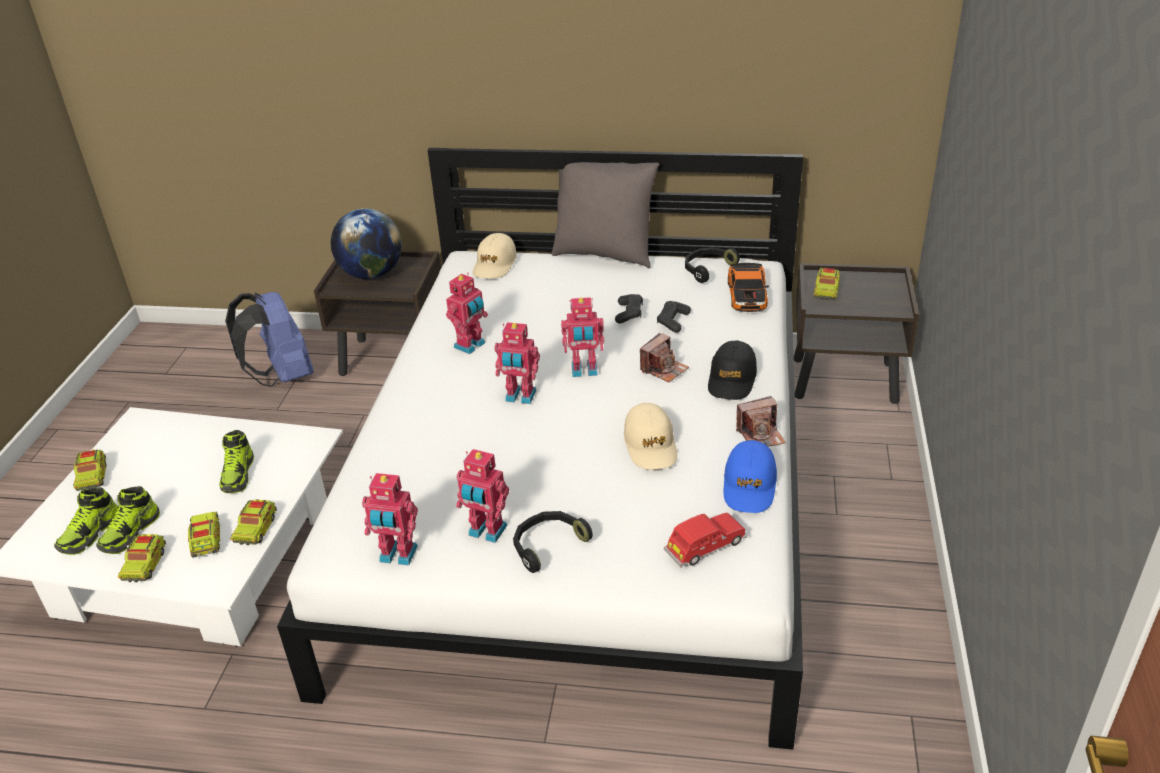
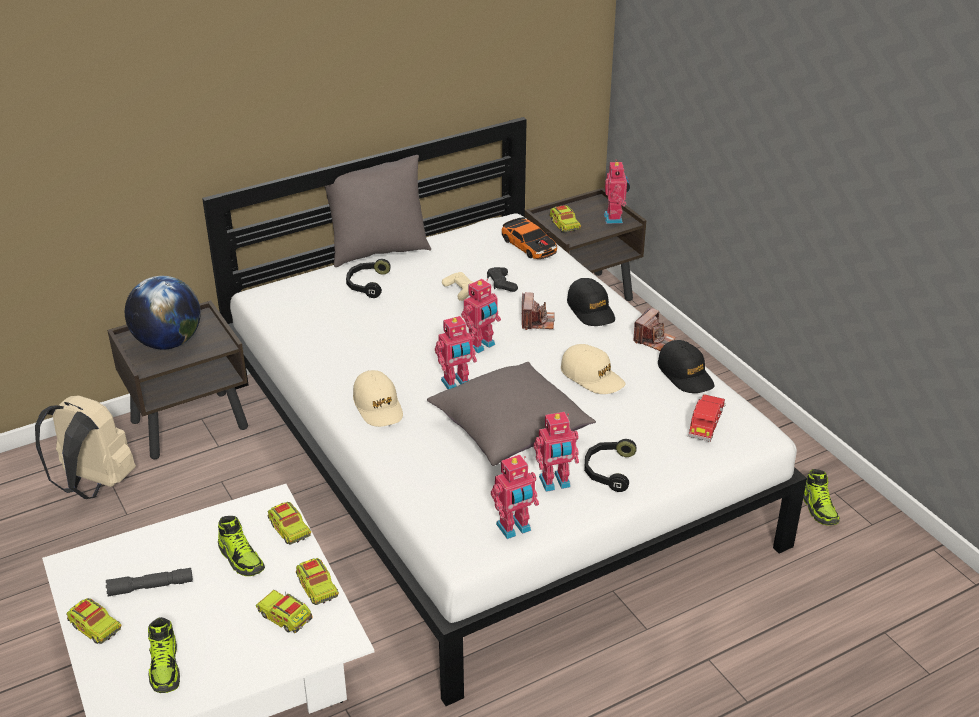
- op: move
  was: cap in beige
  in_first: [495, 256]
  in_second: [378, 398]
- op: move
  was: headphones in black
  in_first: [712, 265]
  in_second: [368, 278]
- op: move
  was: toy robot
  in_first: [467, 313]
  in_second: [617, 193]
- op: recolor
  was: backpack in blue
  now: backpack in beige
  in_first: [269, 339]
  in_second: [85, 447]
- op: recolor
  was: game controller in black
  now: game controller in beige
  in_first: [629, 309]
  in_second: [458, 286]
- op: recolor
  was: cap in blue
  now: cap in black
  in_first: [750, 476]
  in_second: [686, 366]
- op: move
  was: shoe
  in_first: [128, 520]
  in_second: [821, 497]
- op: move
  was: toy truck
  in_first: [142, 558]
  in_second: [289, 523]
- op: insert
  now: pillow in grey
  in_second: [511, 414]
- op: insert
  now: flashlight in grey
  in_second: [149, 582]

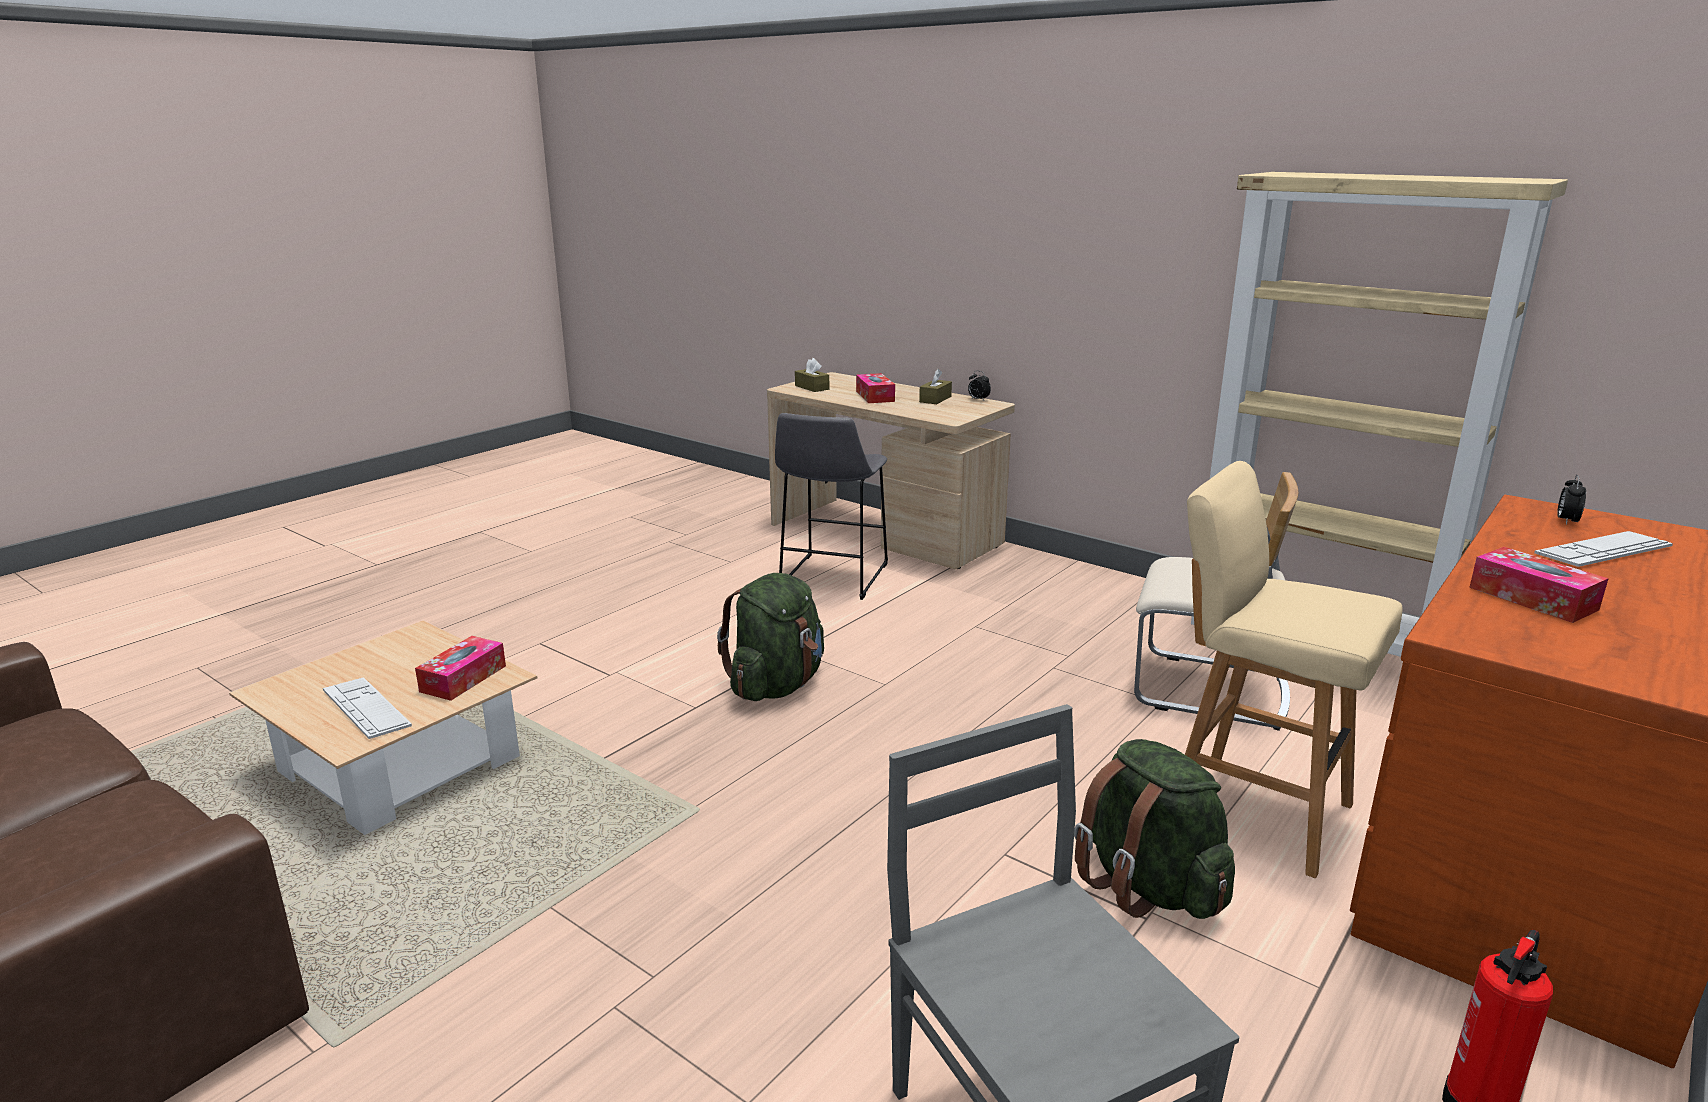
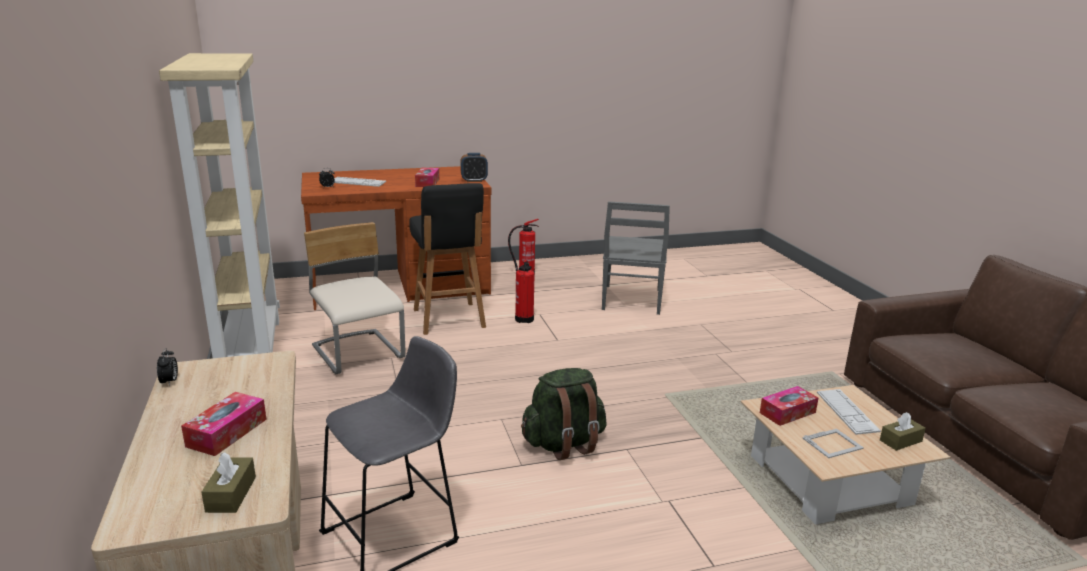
- op: move
  was: tissue box in brown
  in_first: [935, 386]
  in_second: [903, 431]
- op: recolor
  was: stool in beige
  now: stool in black
  in_first: [1293, 669]
  in_second: [447, 259]
- op: replace
  was: backpack in green
  now: fire extinguisher
  in_first: [1154, 829]
  in_second: [525, 291]
- op: insert
  now: alarm clock
  in_second: [474, 167]
- op: insert
  now: picture frame
  in_second: [833, 443]

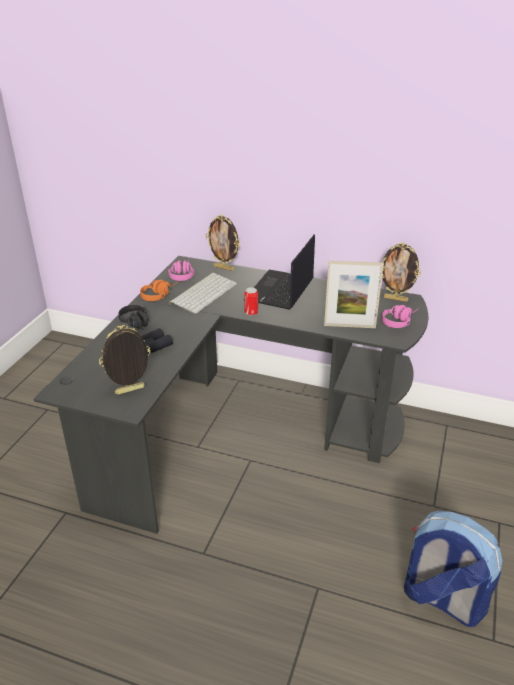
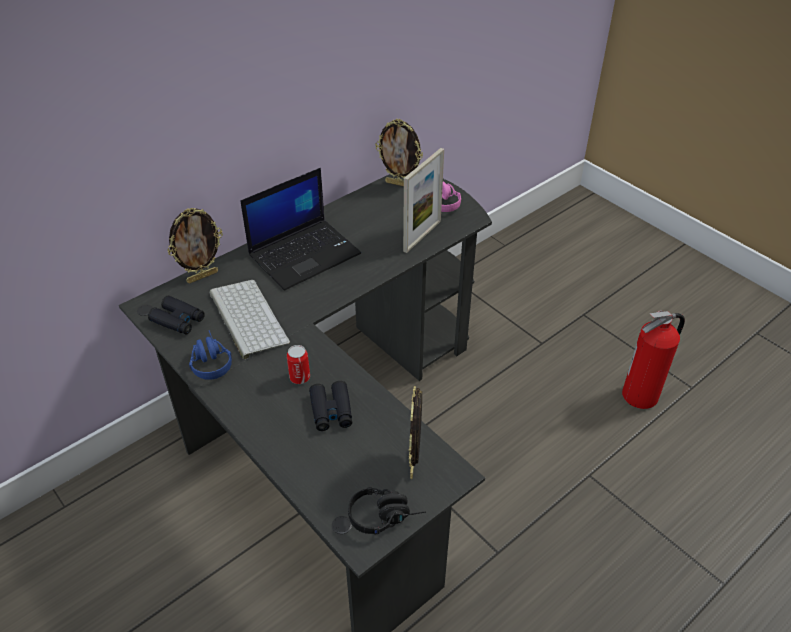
- op: rotate
  was: laptop
  in_first: [284, 272]
  in_second: [300, 229]
  clockwise: -90
- op: rotate
  was: picture frame
  in_first: [401, 272]
  in_second: [399, 152]
  clockwise: 60
- op: replace
  was: headphones in pink
  now: binoculars in black
  in_first: [181, 270]
  in_second: [176, 315]
- op: recolor
  was: headphones in orange
  now: headphones in blue
  in_first: [158, 290]
  in_second: [210, 355]
- op: move
  was: can
  in_first: [251, 301]
  in_second: [298, 364]
- op: move
  was: headphones in black
  in_first: [134, 317]
  in_second: [387, 511]
- op: replace
  was: backpack
  now: fire extinguisher
  in_first: [453, 569]
  in_second: [653, 359]

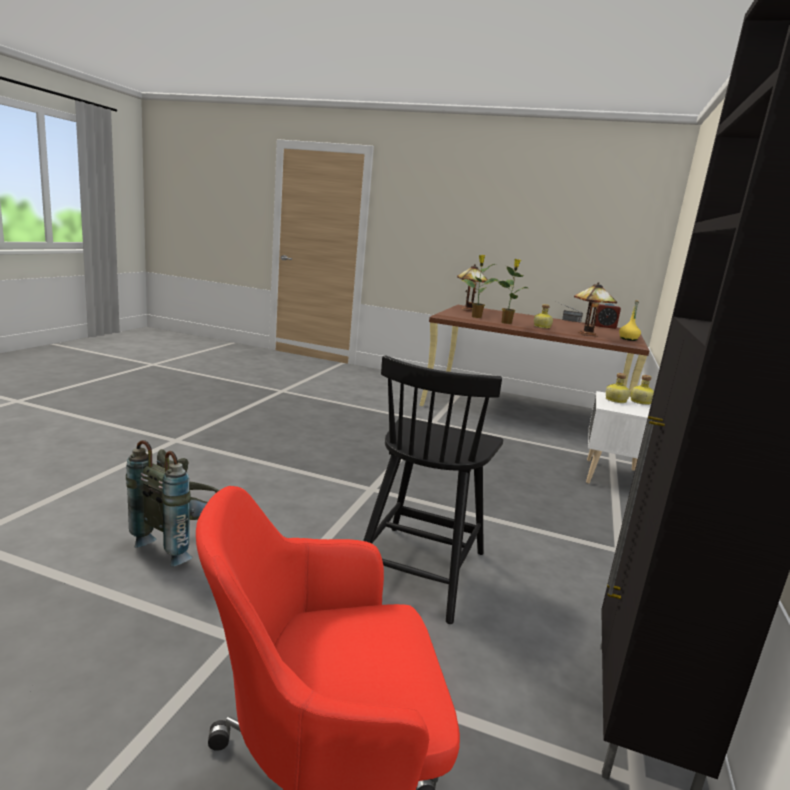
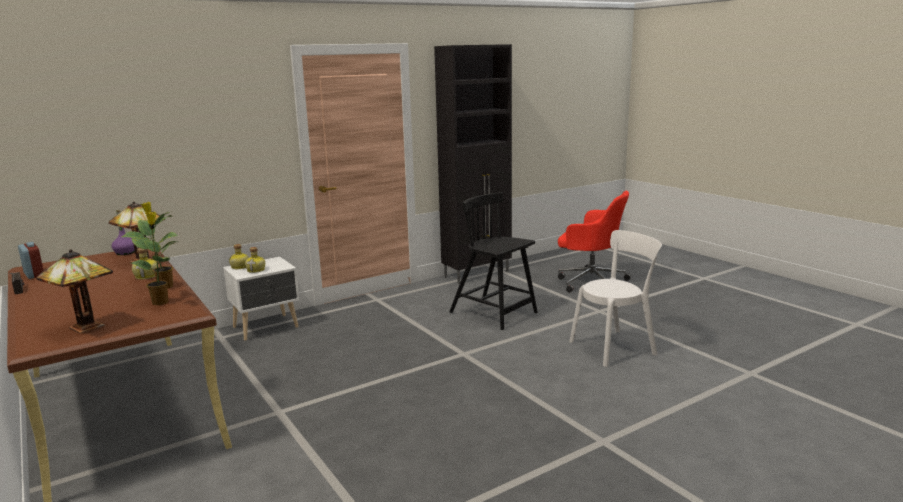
- op: recolor
  was: bottle in yellow
  now: bottle in purple
  in_first: [630, 320]
  in_second: [123, 232]
- op: rotate
  was: chair in black
  in_first: [433, 490]
  in_second: [493, 261]
  clockwise: -105
- op: replace
  was: backpack in grey
  now: chair in white
  in_first: [172, 503]
  in_second: [615, 298]

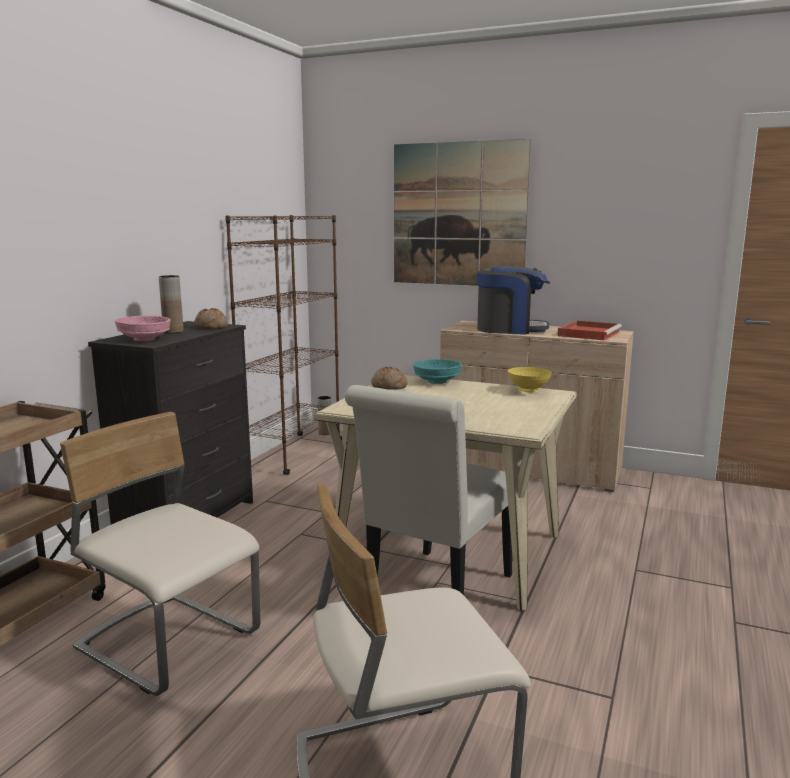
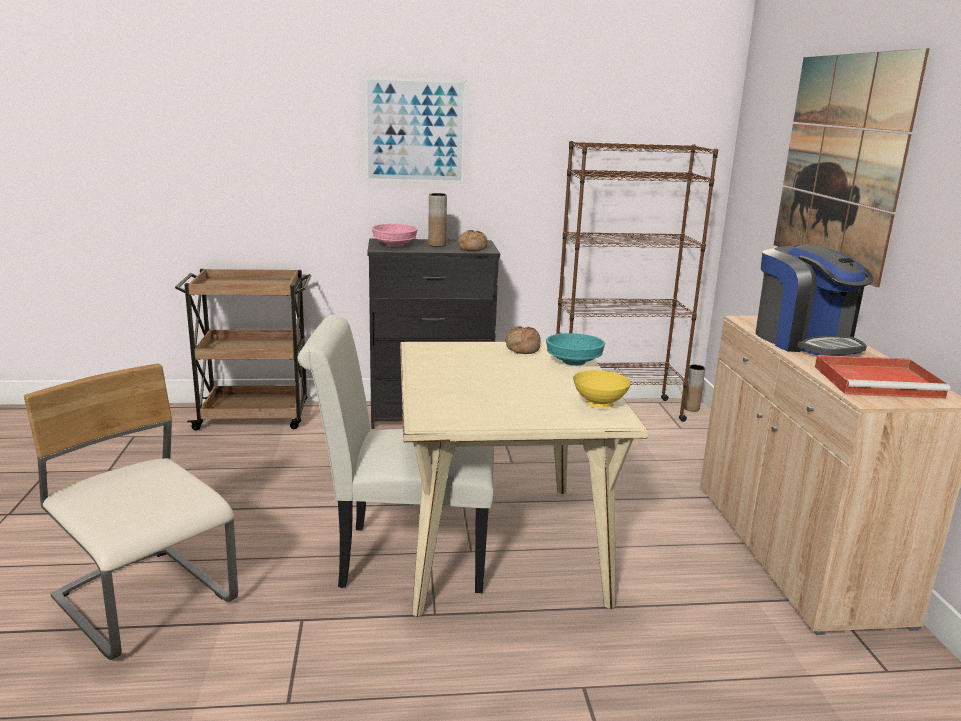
- op: delete
  was: chair in beige
  in_first: [160, 554]
- op: insert
  now: picture
  in_second: [415, 130]

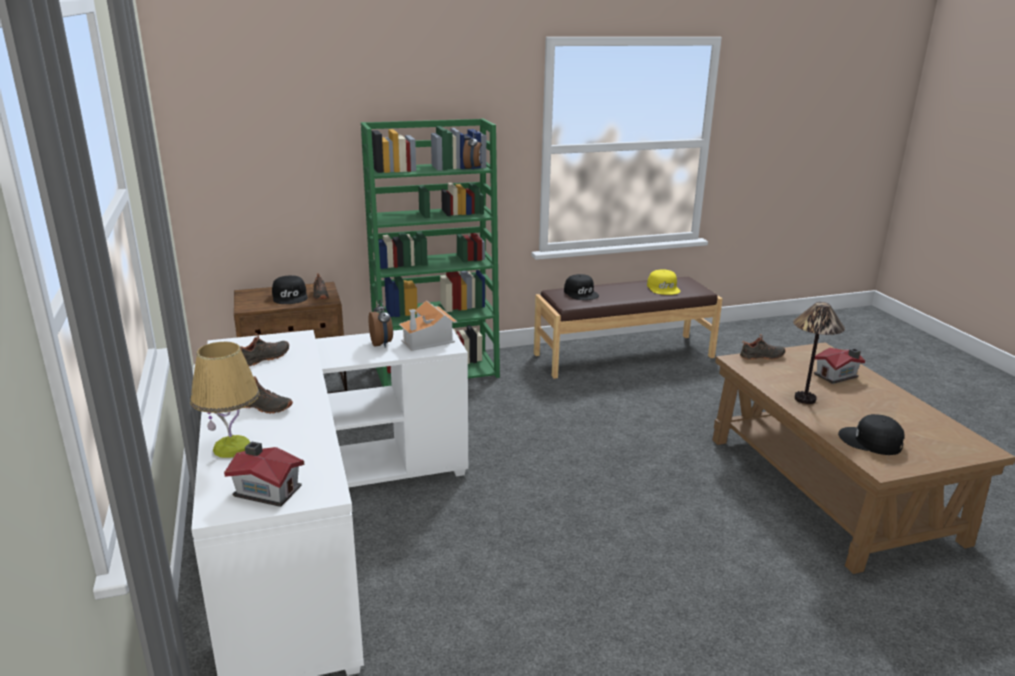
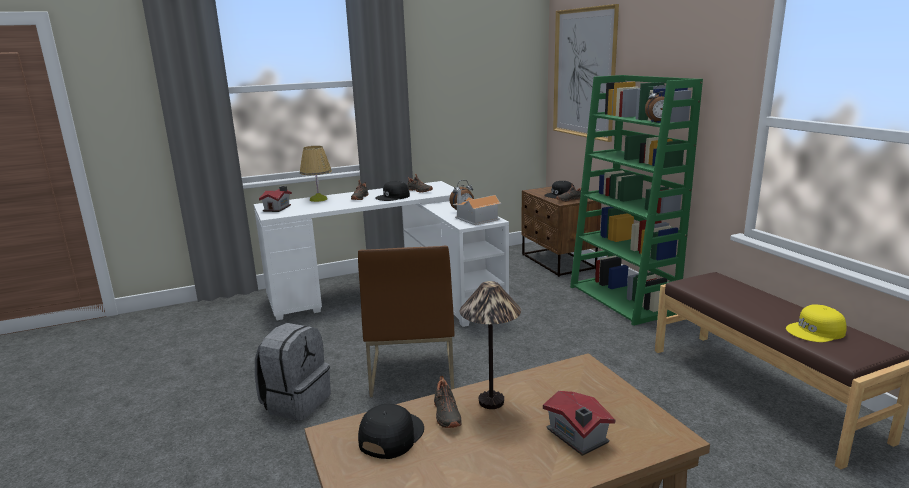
- op: move
  was: cap in black
  in_first: [581, 287]
  in_second: [392, 191]
- op: move
  was: shoe in black
  in_first: [763, 347]
  in_second: [448, 402]
- op: insert
  now: picture
  in_second: [586, 73]
- op: insert
  now: chair in brown
  in_second: [406, 321]
- op: insert
  now: backpack in grey
  in_second: [293, 372]

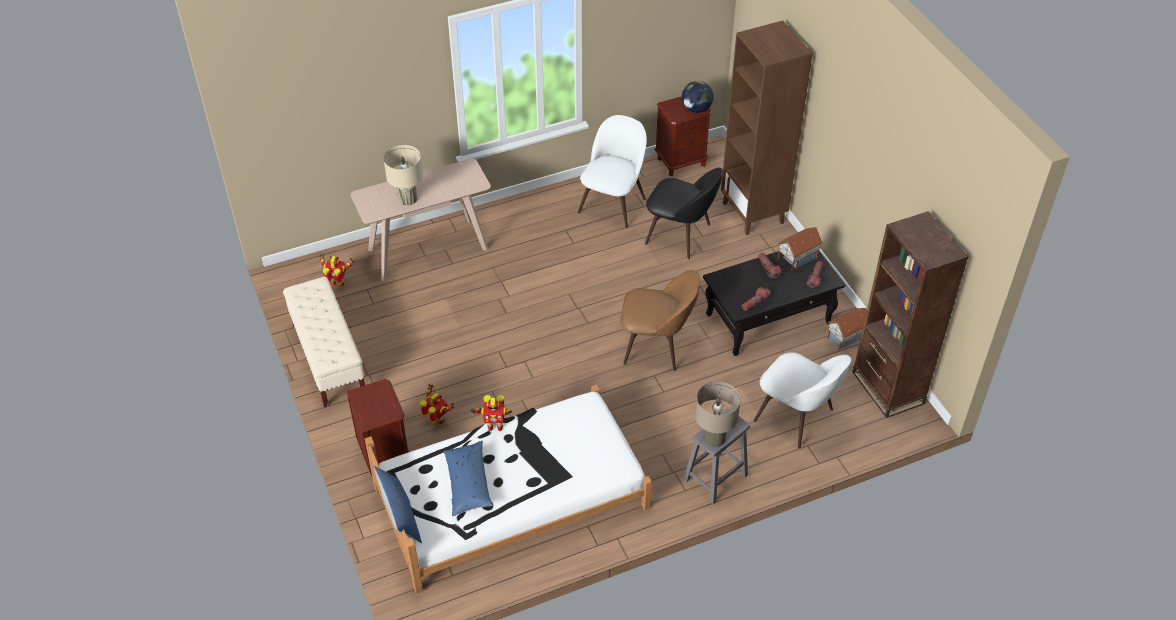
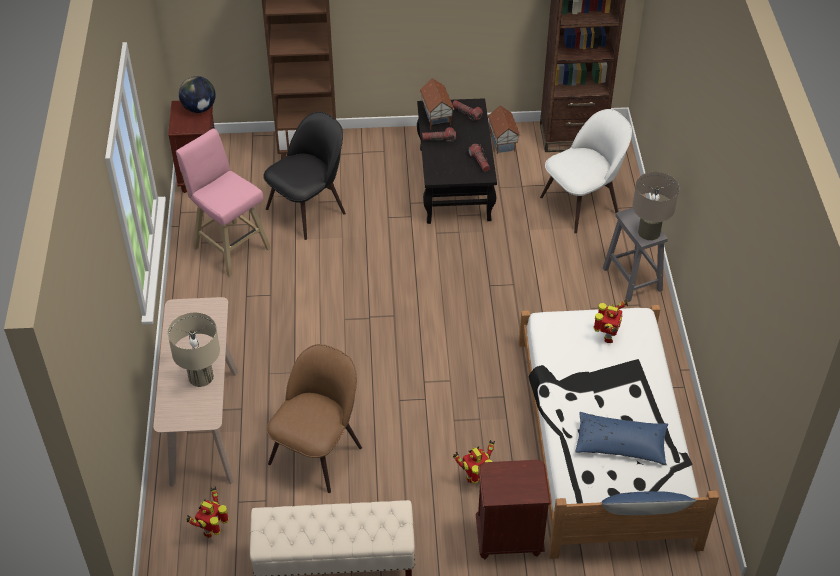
- op: replace
  was: chair in white
  now: stool in pink
  in_first: [612, 171]
  in_second: [223, 203]
- op: move
  was: chair in brown
  in_first: [660, 320]
  in_second: [314, 418]
- op: move
  was: toy robot
  in_first: [491, 413]
  in_second: [611, 321]

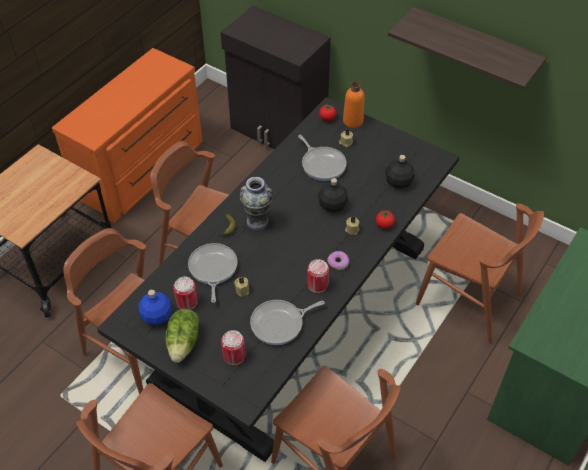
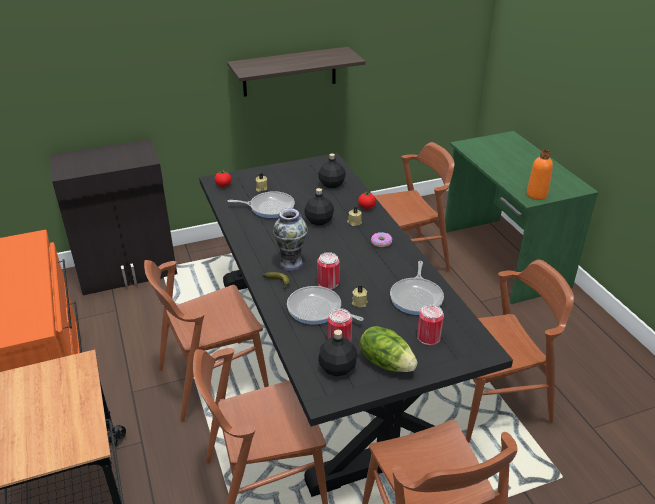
- op: move
  was: bottle in orange
  in_first: [353, 105]
  in_second: [539, 175]
- op: move
  was: can
  in_first: [318, 276]
  in_second: [328, 270]
- op: recolor
  was: bottle in blue
  now: bottle in black
  in_first: [155, 307]
  in_second: [337, 353]

